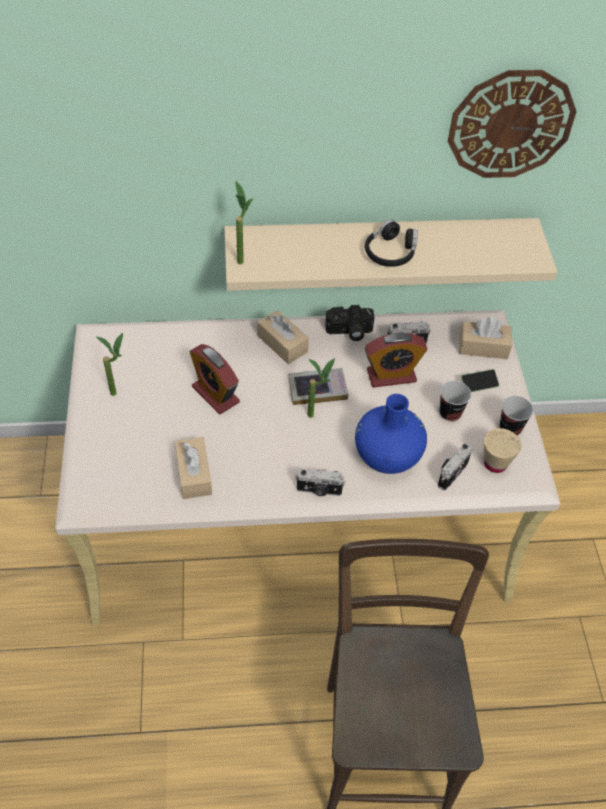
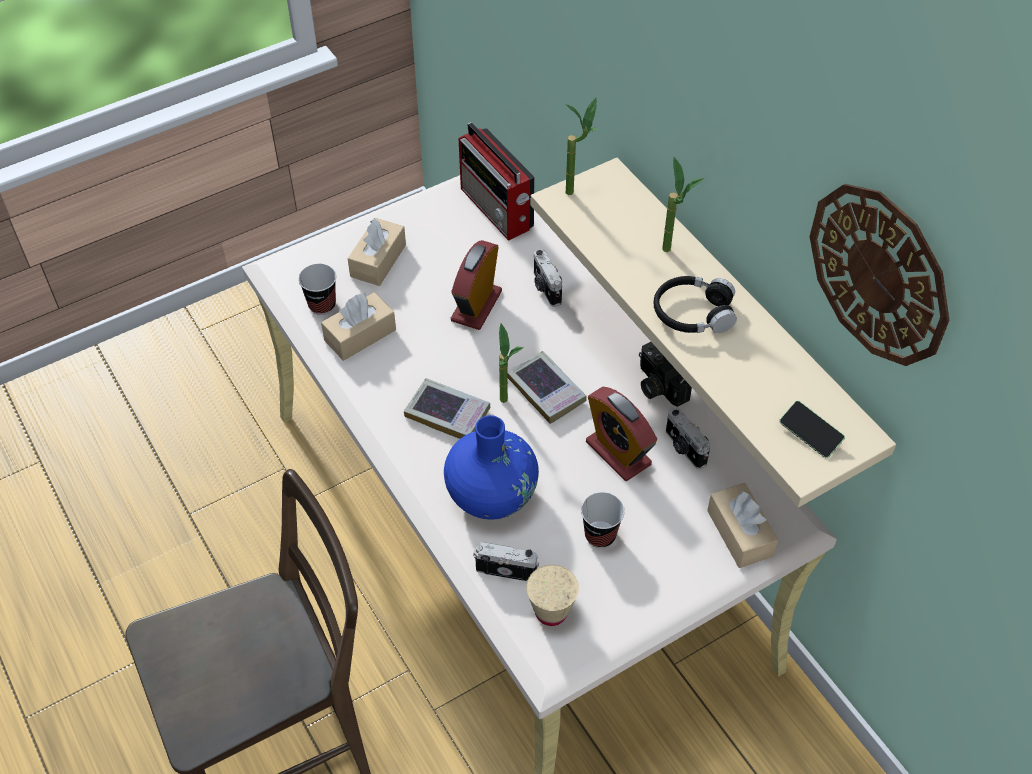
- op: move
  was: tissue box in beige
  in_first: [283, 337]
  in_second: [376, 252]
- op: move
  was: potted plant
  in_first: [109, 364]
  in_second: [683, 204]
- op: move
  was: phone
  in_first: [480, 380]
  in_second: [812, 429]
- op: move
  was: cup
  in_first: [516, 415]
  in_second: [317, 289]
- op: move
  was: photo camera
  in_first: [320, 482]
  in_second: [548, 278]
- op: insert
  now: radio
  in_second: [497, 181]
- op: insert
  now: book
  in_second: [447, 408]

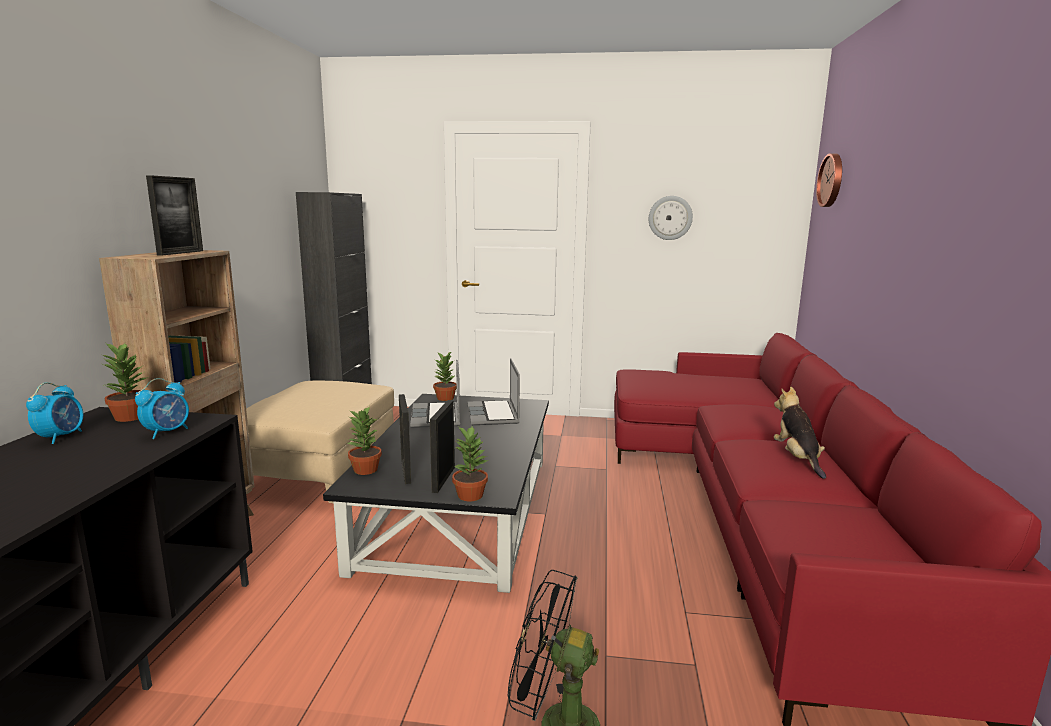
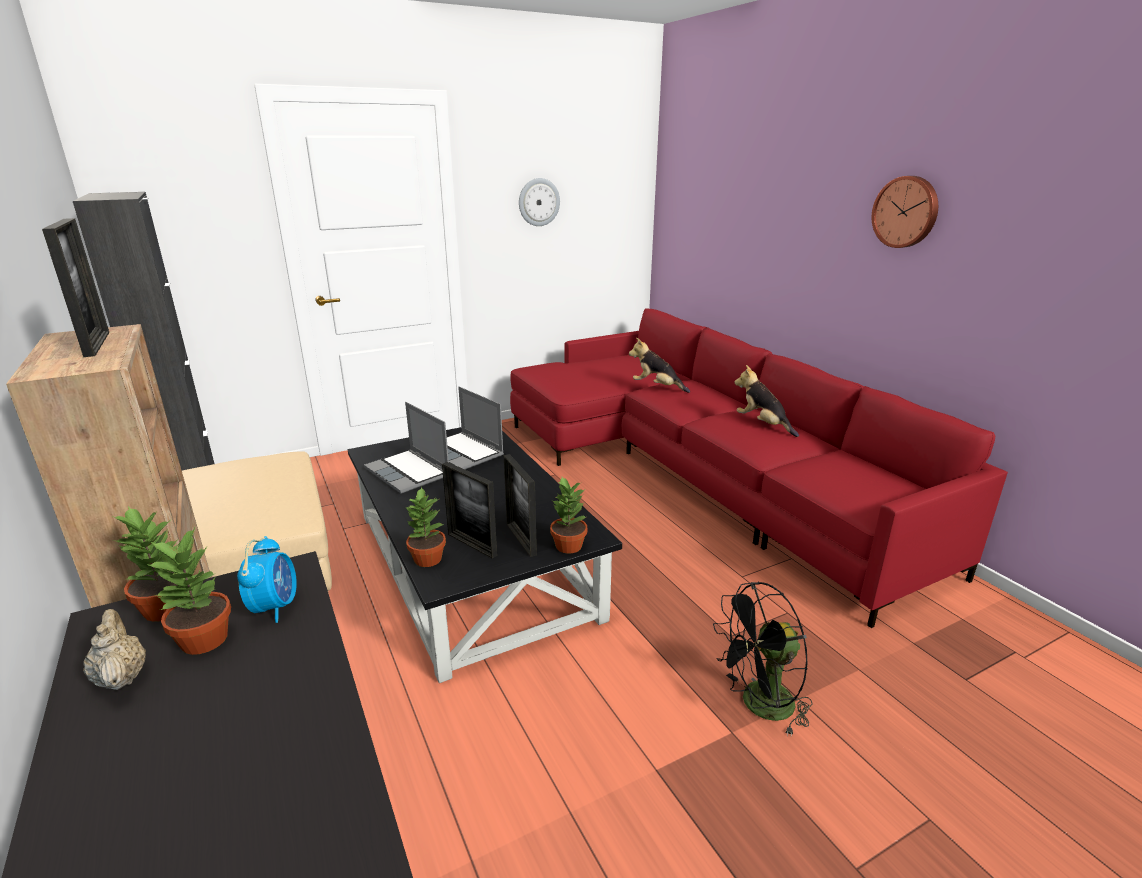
- op: move
  was: wall clock
  in_first: [829, 180]
  in_second: [905, 212]
- op: move
  was: potted plant
  in_first: [445, 376]
  in_second: [188, 591]
- op: replace
  was: alarm clock
  now: teapot in beige
  in_first: [54, 413]
  in_second: [114, 649]
- op: insert
  now: plush toy
  in_second: [659, 365]

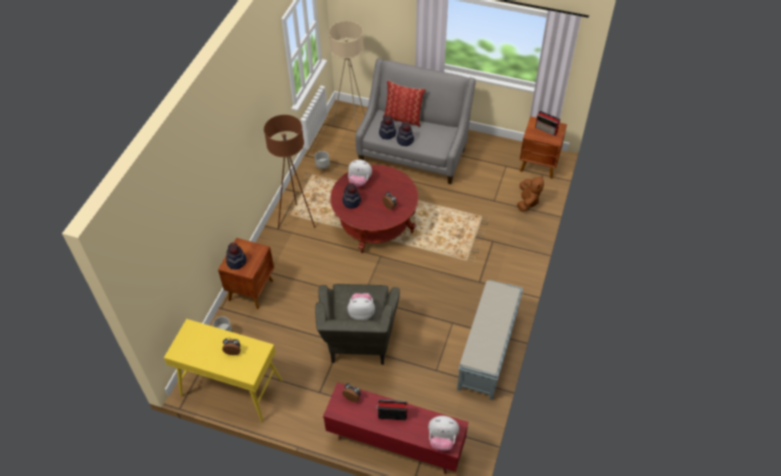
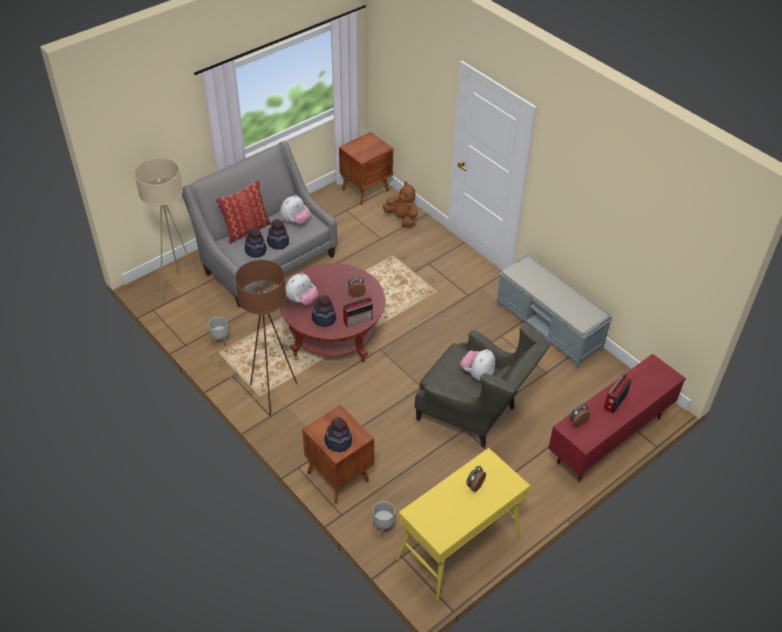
- op: move
  was: radio
  in_first: [547, 123]
  in_second: [358, 312]
- op: move
  was: plush toy
  in_first: [443, 433]
  in_second: [295, 210]

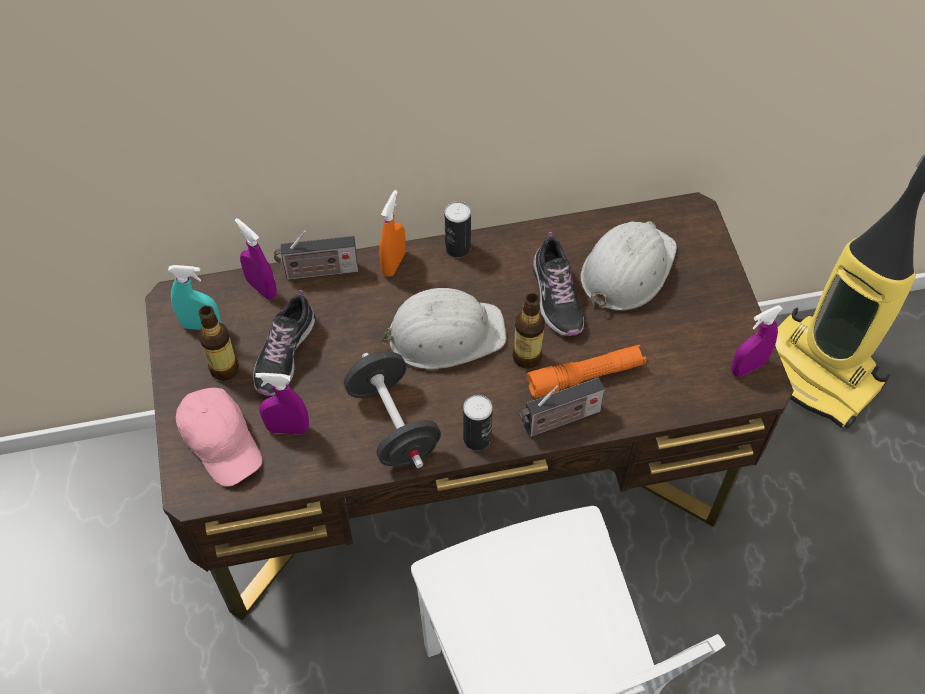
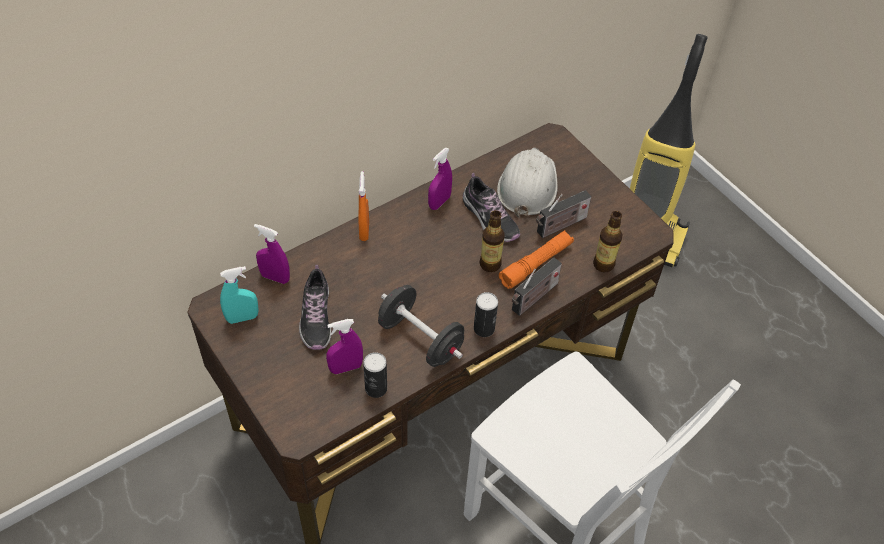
- op: move
  was: can
  in_first: [458, 229]
  in_second: [375, 375]
- op: move
  was: radio
  in_first: [316, 255]
  in_second: [563, 214]
- op: delete
  was: hard hat in white
  in_first: [443, 328]
- op: move
  was: bottle
  in_first: [219, 343]
  in_second: [607, 242]
- op: move
  was: spray bottle in purple
  in_first: [757, 341]
  in_second: [440, 179]
- op: delete
  was: cap in pink
  in_first: [219, 437]

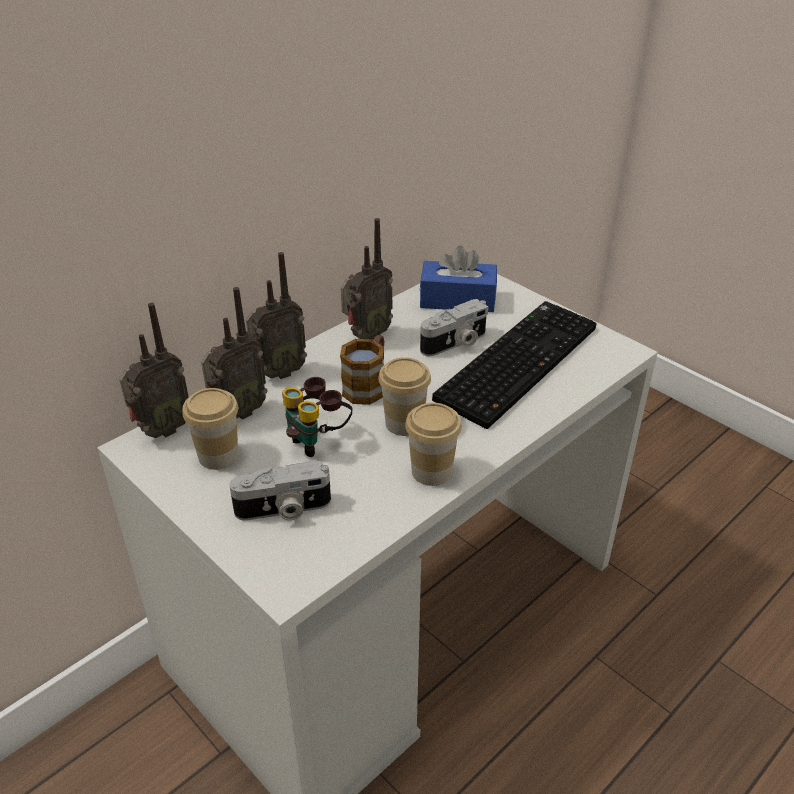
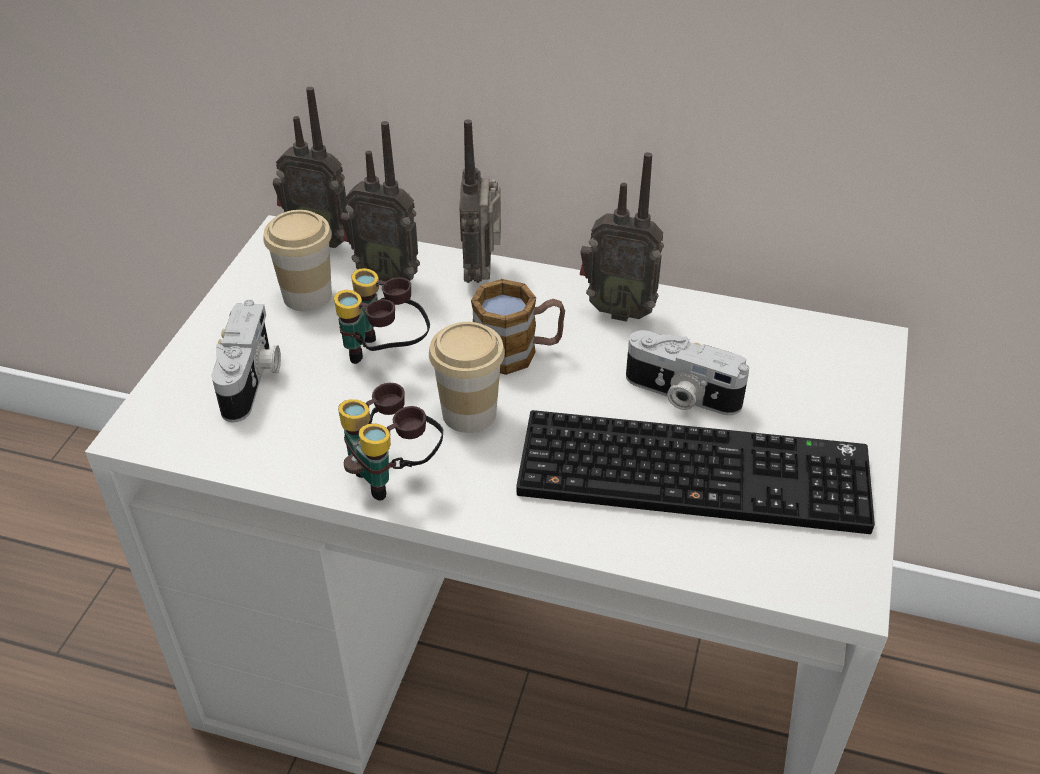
- op: delete
  was: tissue box in blue
  in_first: [458, 278]
- op: rotate
  was: radio
  in_first: [276, 315]
  in_second: [480, 201]
  clockwise: 60
- op: replace
  was: cup
  now: binoculars
  in_first: [433, 444]
  in_second: [390, 442]
- op: rotate
  was: photo camera
  in_first: [280, 491]
  in_second: [246, 361]
  clockwise: -135

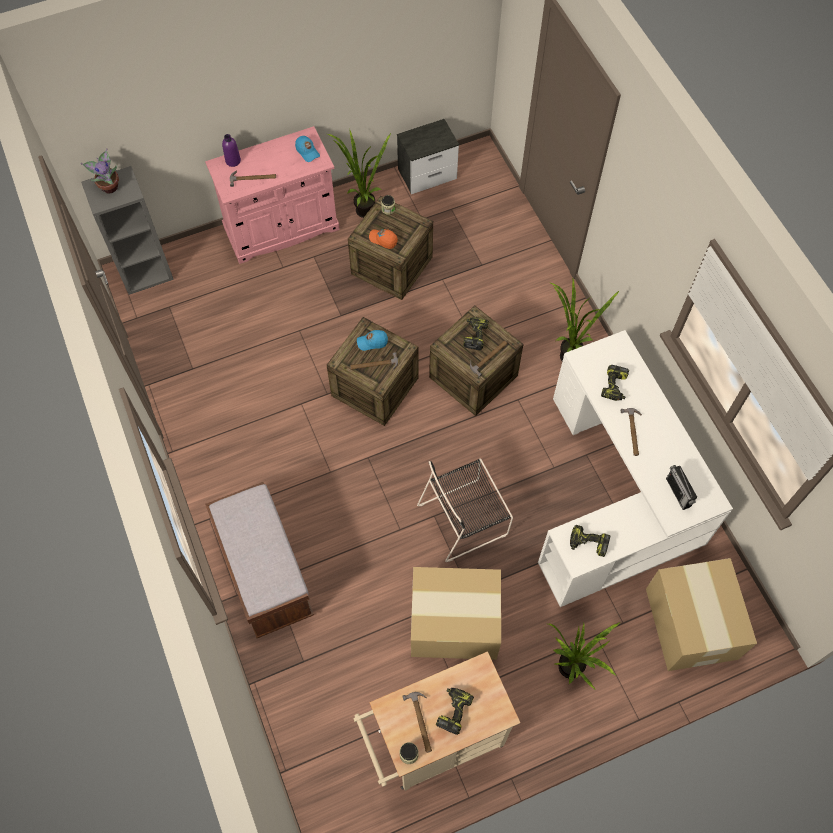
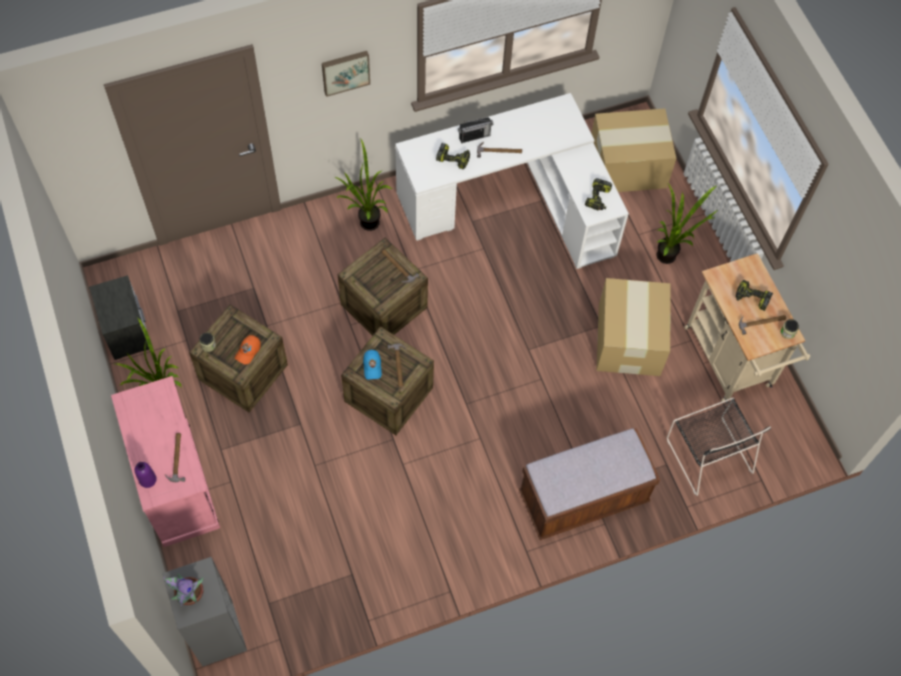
- op: delete
  was: cap in blue
  in_first: [307, 149]
- op: delete
  was: power drill
  in_first: [476, 333]
- op: move
  was: chair in black
  in_first: [465, 510]
  in_second: [719, 447]
- op: move
  was: radio
  in_first: [681, 487]
  in_second: [475, 130]
- op: insert
  now: picture
  in_second: [346, 74]

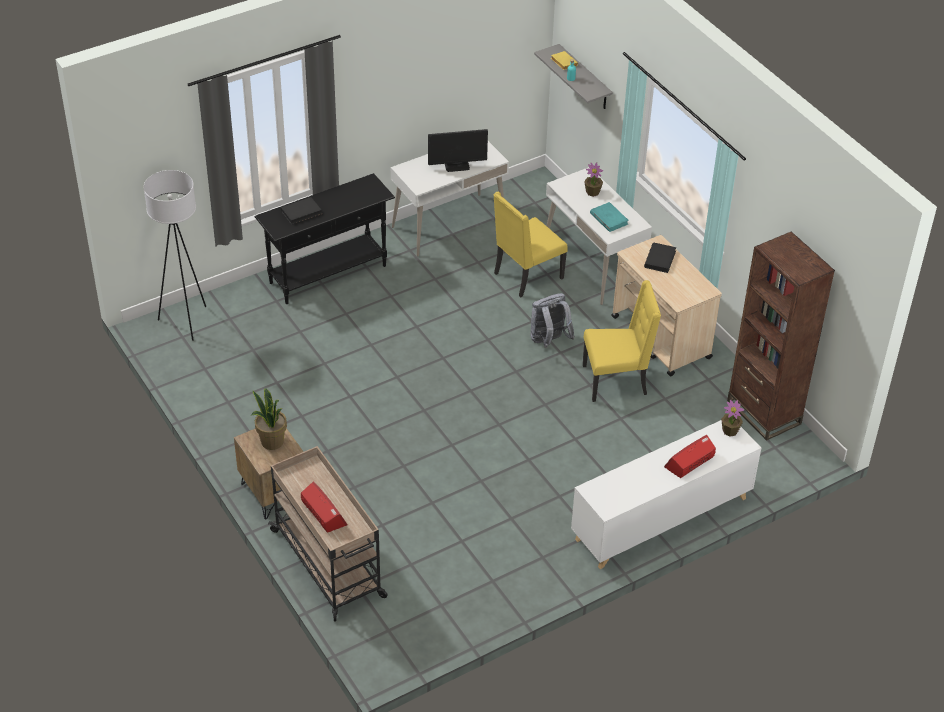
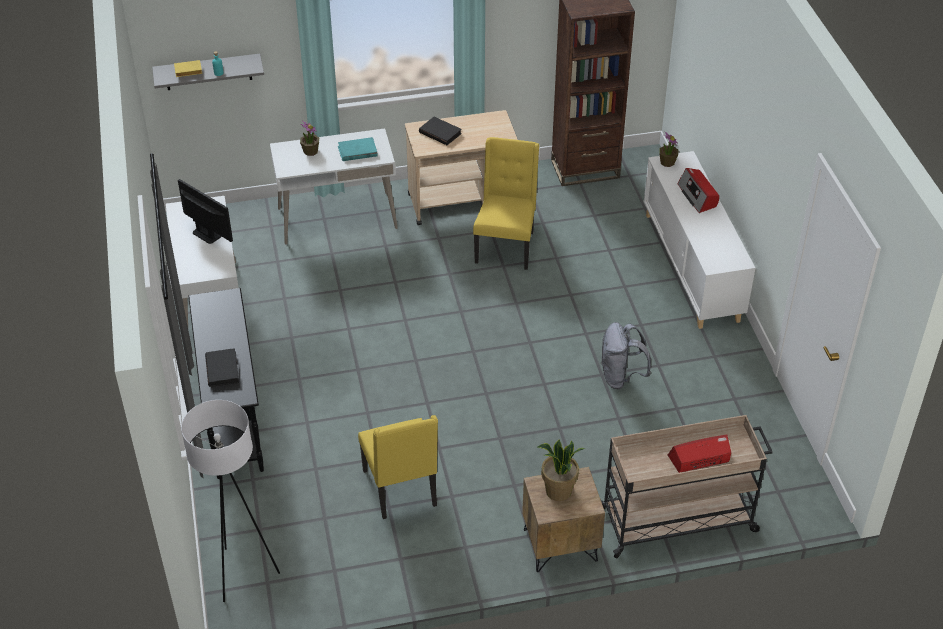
- op: rotate
  was: monitor
  in_first: [458, 150]
  in_second: [205, 211]
  clockwise: -60
- op: move
  was: chair in yellow
  in_first: [531, 244]
  in_second: [398, 467]
- op: move
  was: backpack in grey
  in_first: [552, 320]
  in_second: [626, 355]

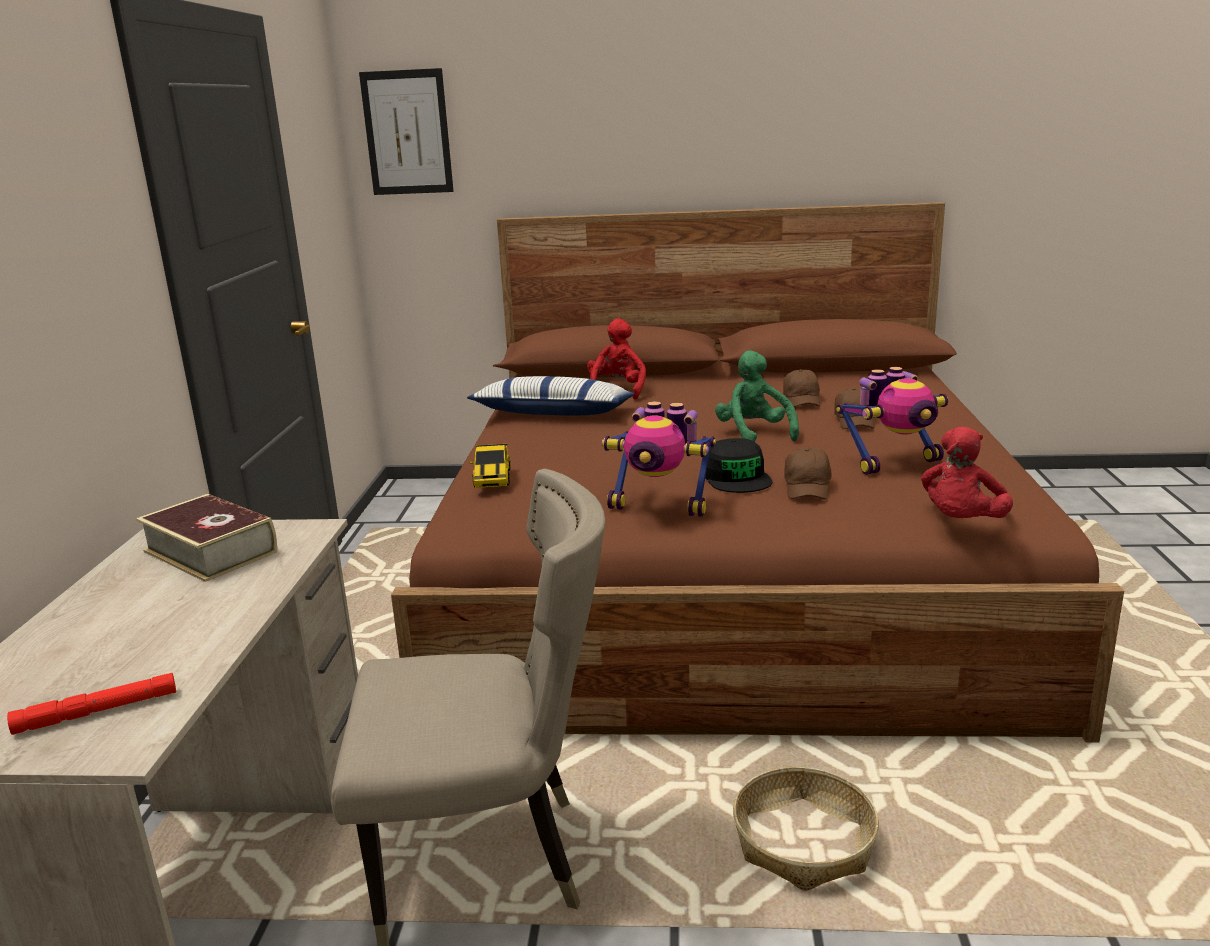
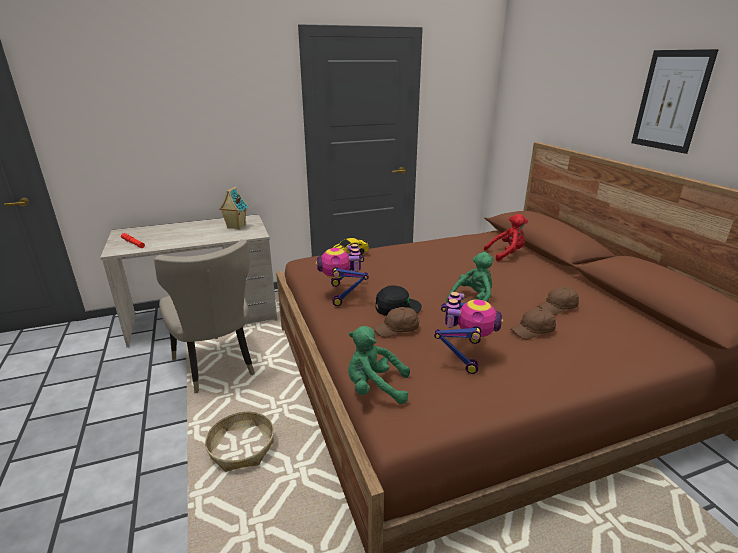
- op: move
  was: picture
  in_first: [406, 131]
  in_second: [675, 101]
- op: rotate
  was: toy robot
  in_first: [892, 421]
  in_second: [468, 333]
  clockwise: -120
- op: delete
  was: pillow
  in_first: [550, 396]
- op: recolor
  was: plush toy in red
  now: plush toy in green
  in_first: [967, 472]
  in_second: [379, 365]
- op: rotate
  was: cap in black
  in_first: [738, 465]
  in_second: [398, 300]
  clockwise: -150
- op: replace
  was: book
  now: toy house
  in_first: [206, 538]
  in_second: [233, 208]

